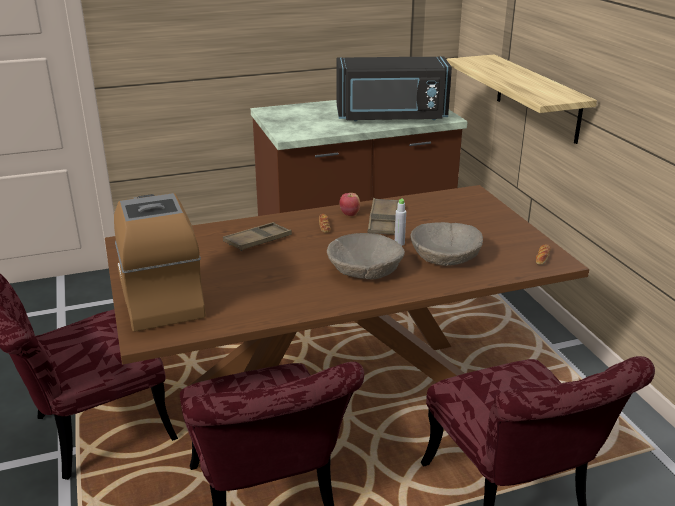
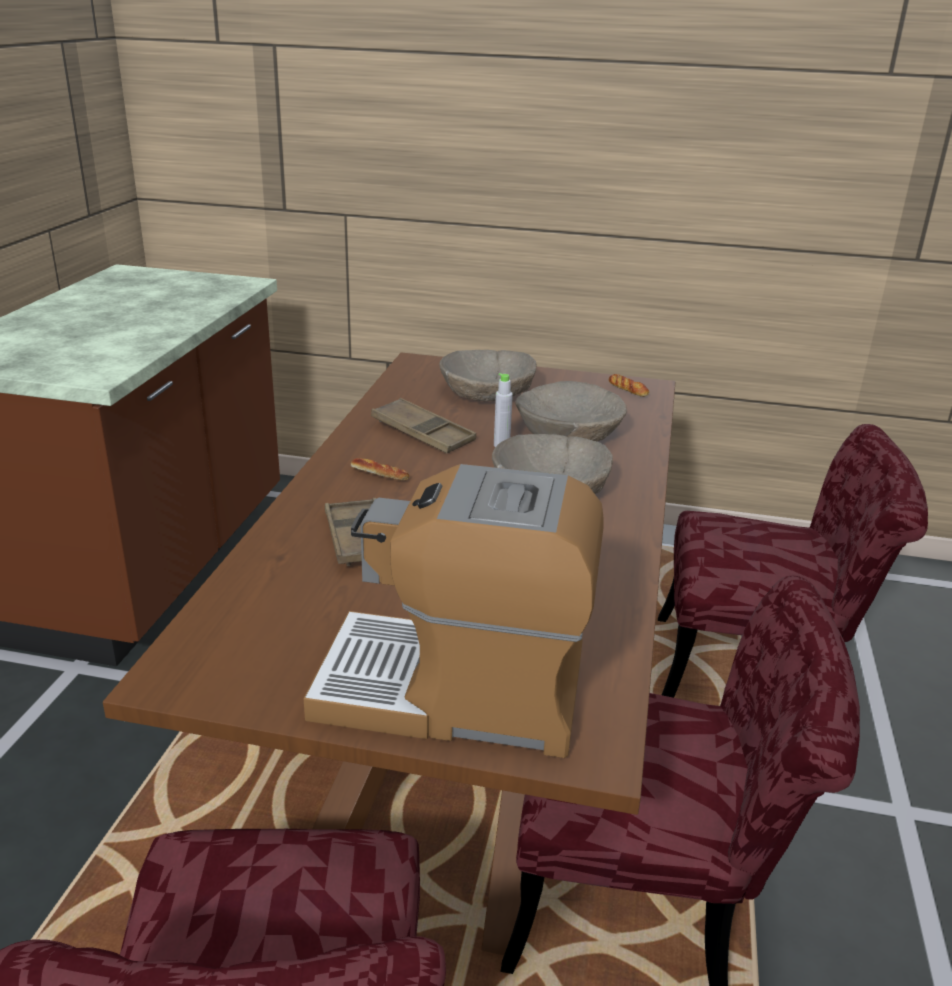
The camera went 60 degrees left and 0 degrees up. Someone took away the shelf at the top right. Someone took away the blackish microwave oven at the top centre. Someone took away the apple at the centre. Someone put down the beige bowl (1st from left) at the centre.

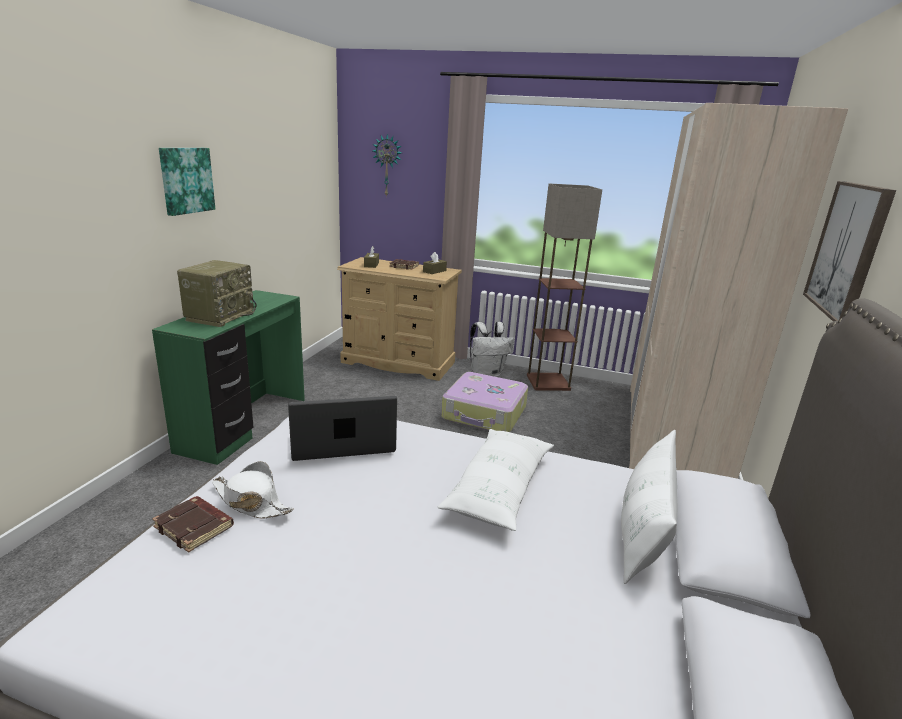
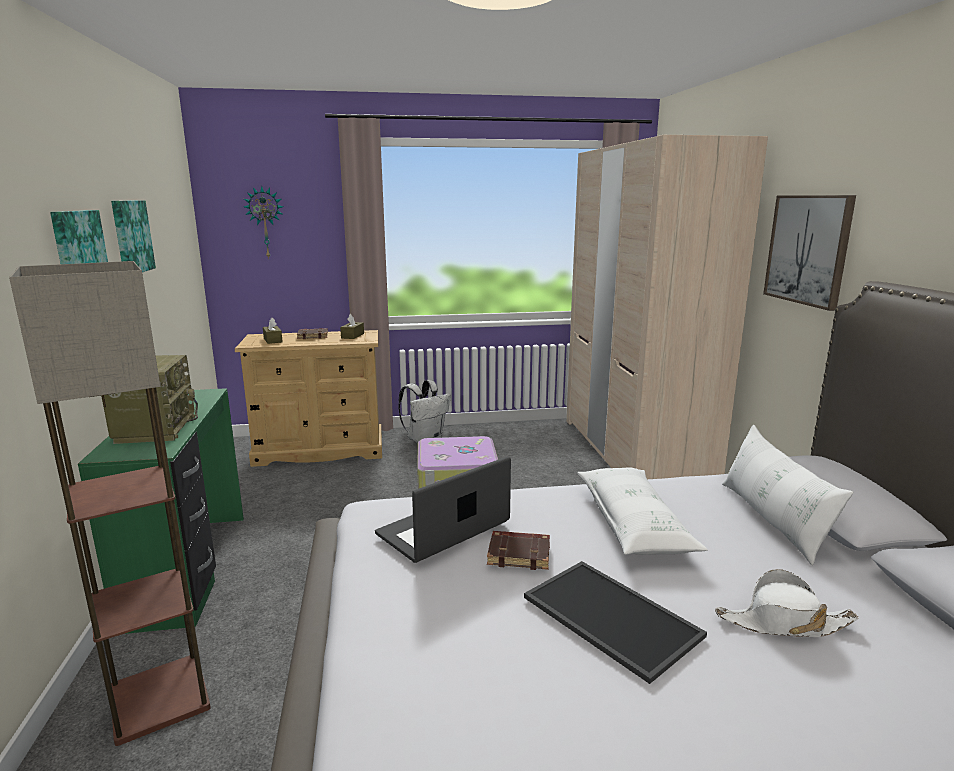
The camera went 25 degrees left and 5 degrees down. Someone carried the standard lamp from the centre to the middle left. Someone carried the white-coloured hat from the bottom left to the bottom right. Someone carried the brownish bound book (1st from left in the first image) from the bottom left to the bottom centre. Someone put up the wall picture (2nd from left) at the top left. Someone put down the serving tray at the bottom centre.

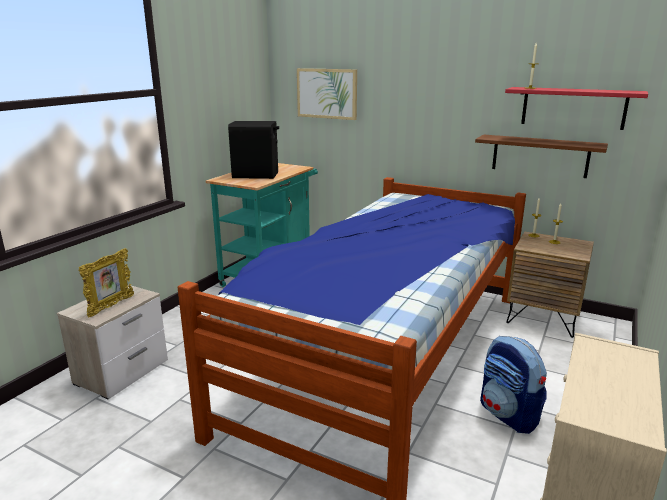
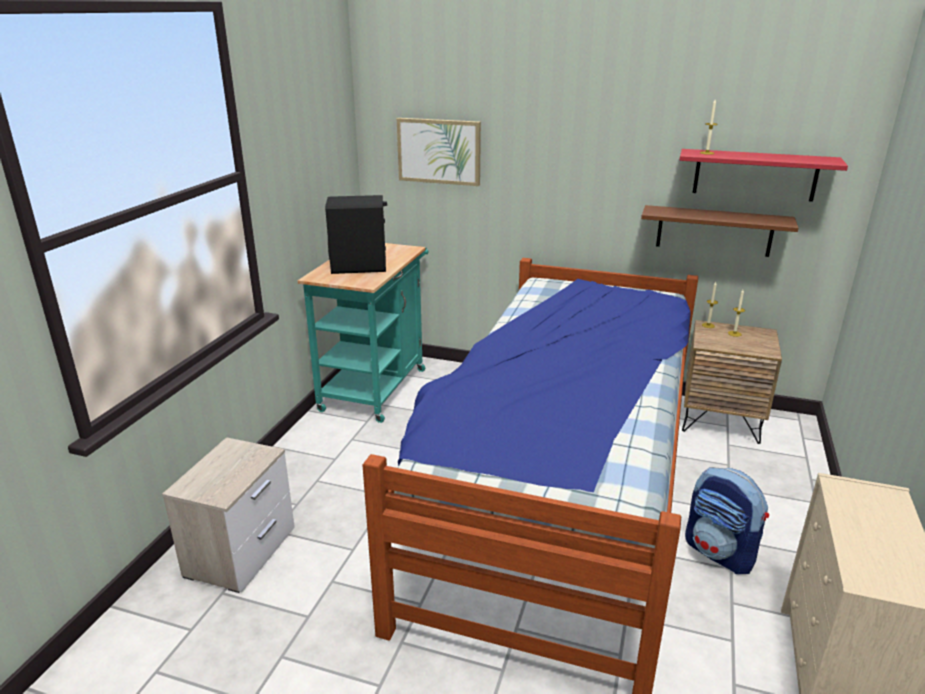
The camera went 10 degrees left and 5 degrees up. Someone took away the standing frame at the middle left.

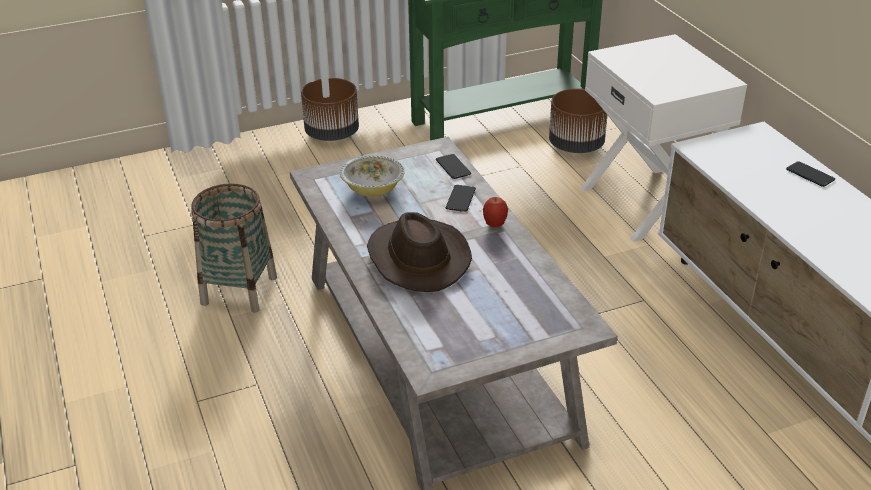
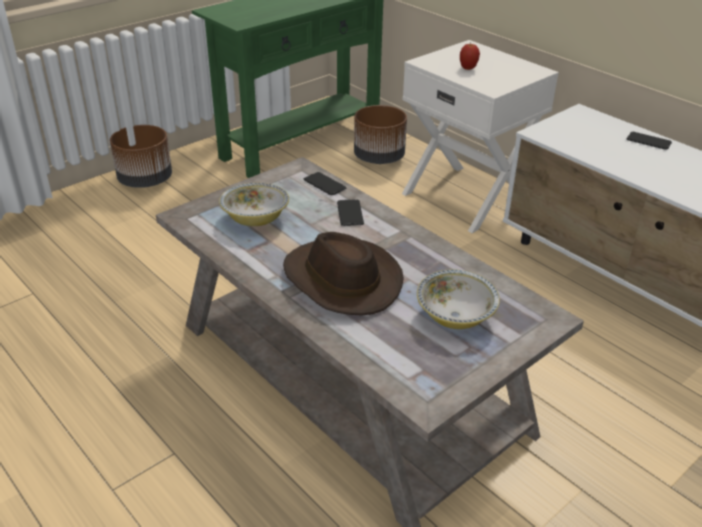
The camera went 20 degrees left and 0 degrees up. Someone took away the basket at the middle left. Someone carried the apple from the centre to the top right. Someone put down the bowl (2nd from left) at the centre.

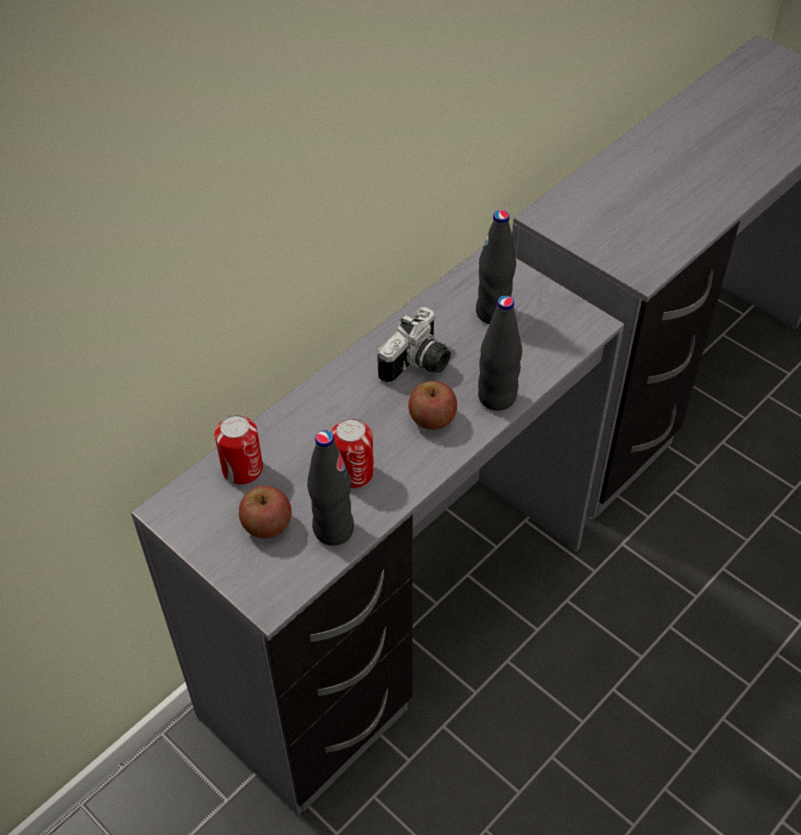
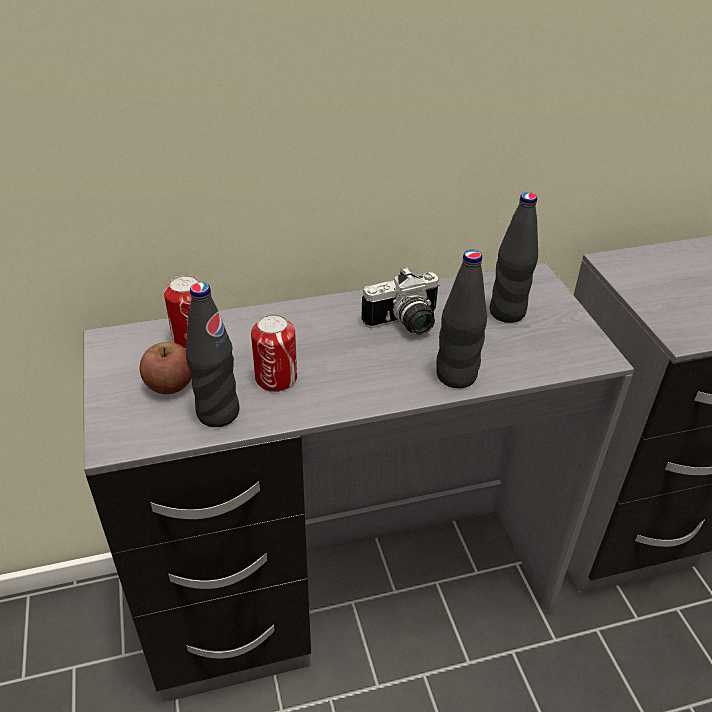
The camera went 30 degrees right and 10 degrees down. Someone took away the apple (2nd from left) at the centre.

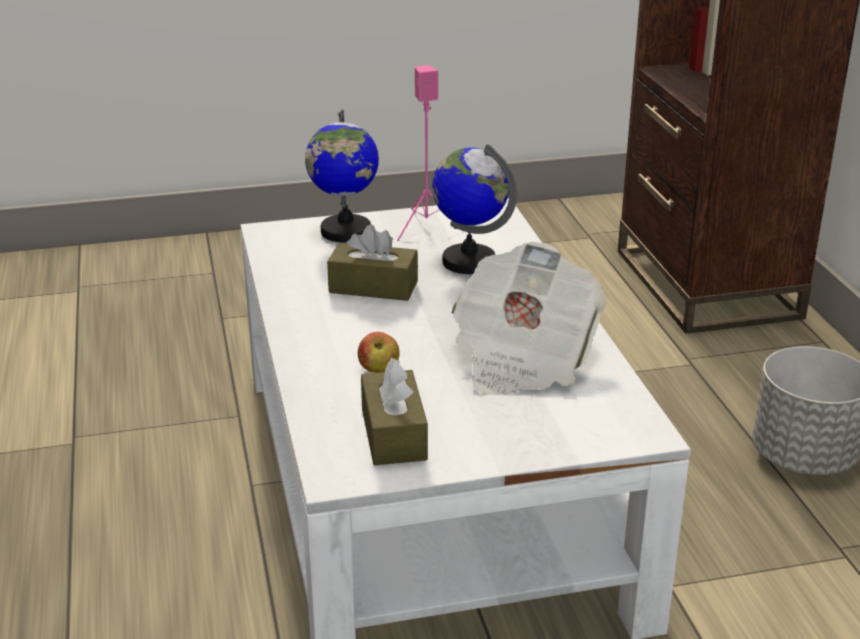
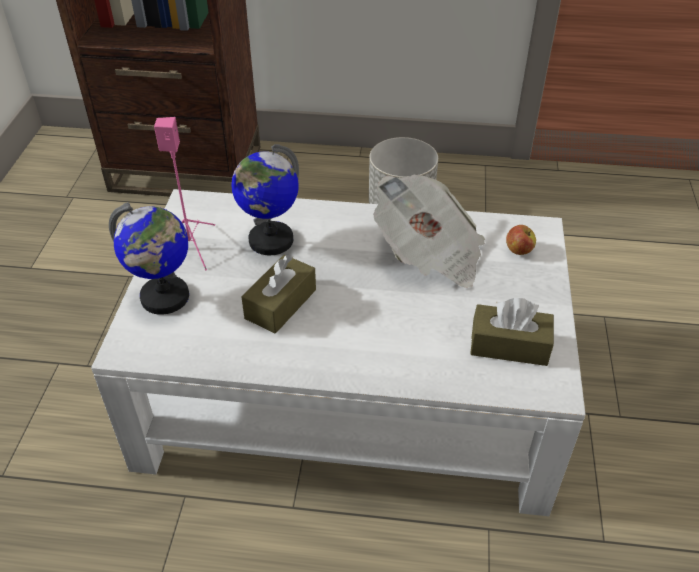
The camera went 70 degrees left and 15 degrees up. Someone carried the apple from the centre to the middle right.

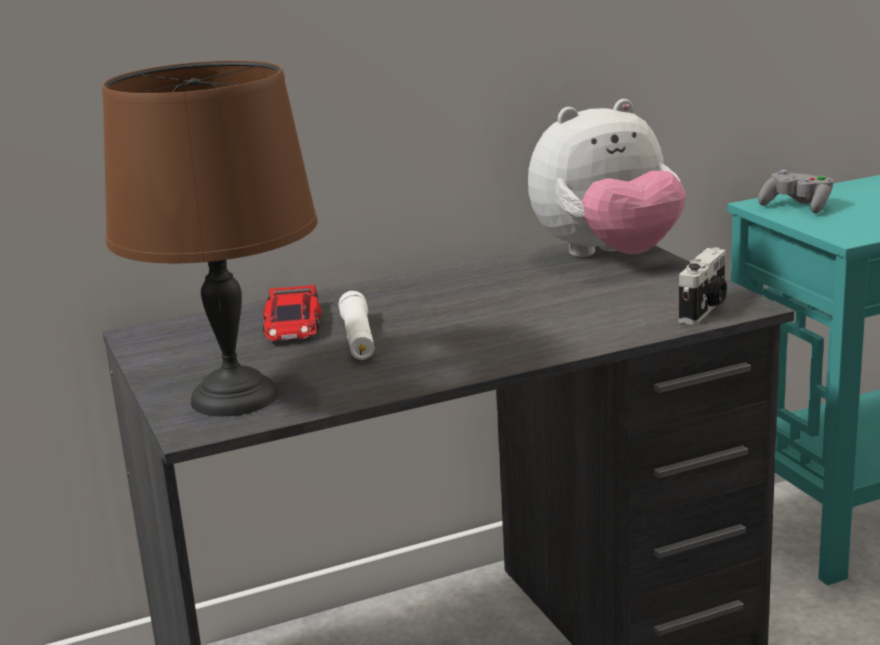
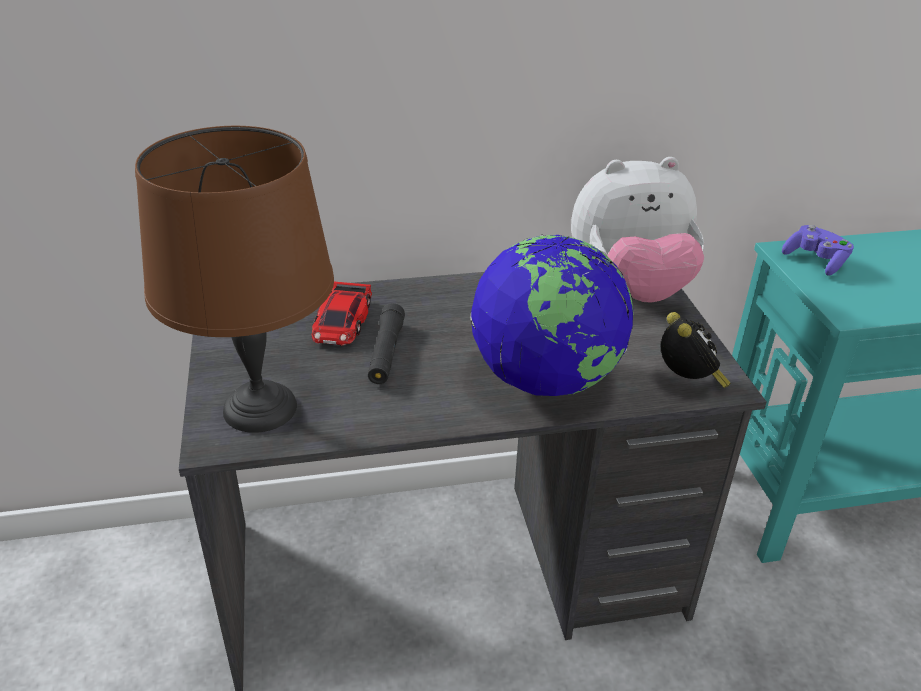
The camera went 10 degrees right and 15 degrees up. Someone repainted the gray game controller at the top right, which became the purplish game controller at the middle right. Someone swapped the photo camera at the middle right for the table clock at the middle right. Someone repainted the white-coloured hand torch at the centre, which became the blackish hand torch at the centre. Someone put down the globe at the centre.

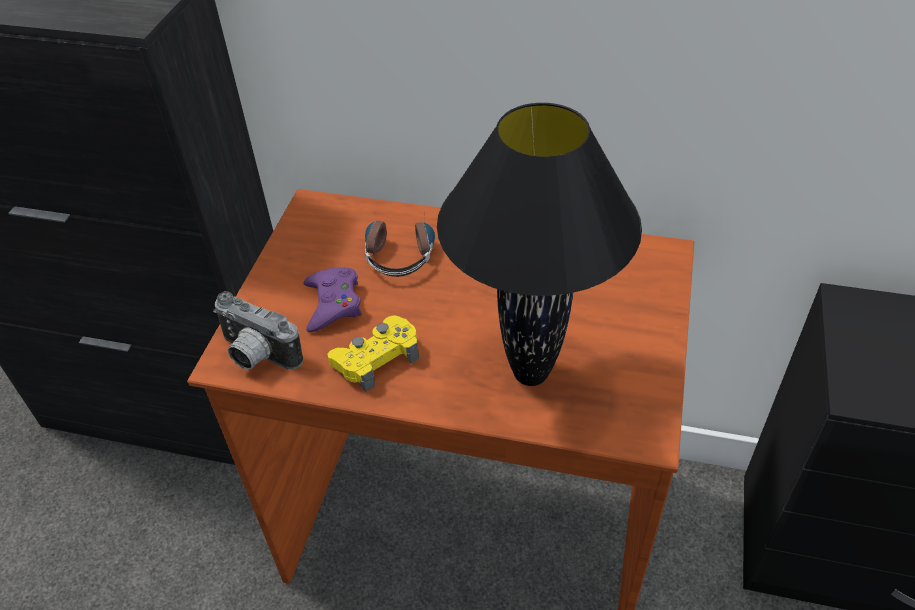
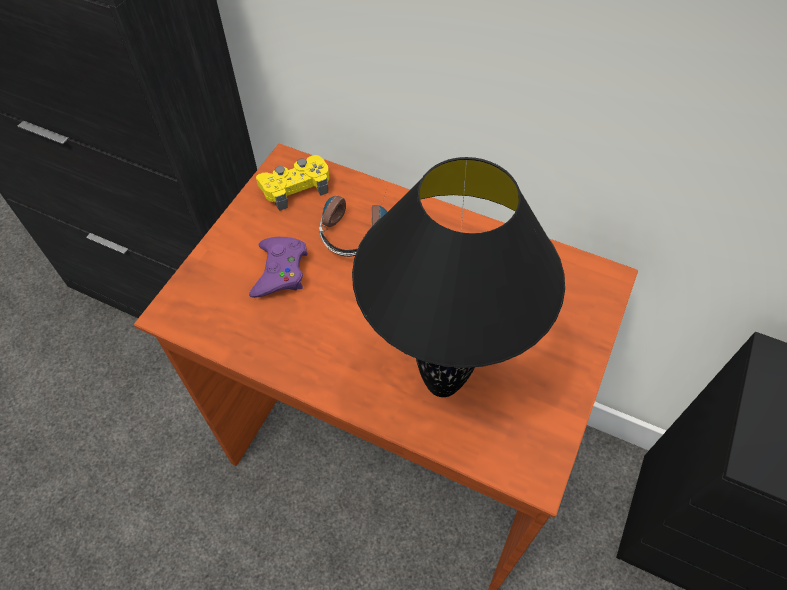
The camera went 10 degrees right and 10 degrees up. Someone took away the photo camera at the middle left. Someone carried the yellowish game controller from the centre to the top centre.

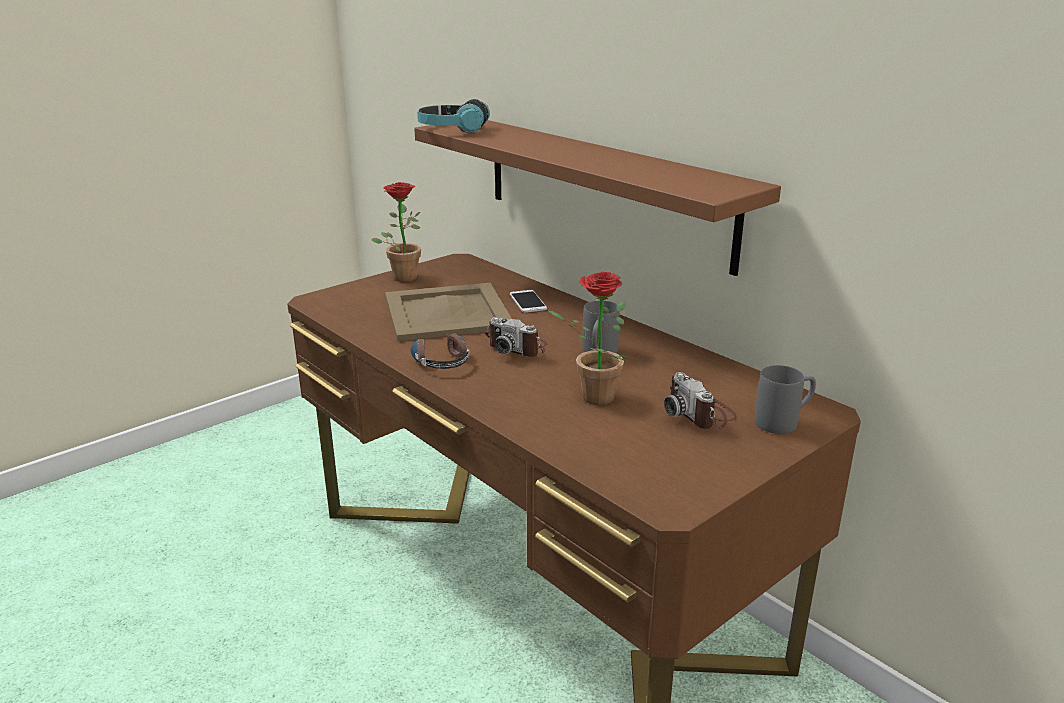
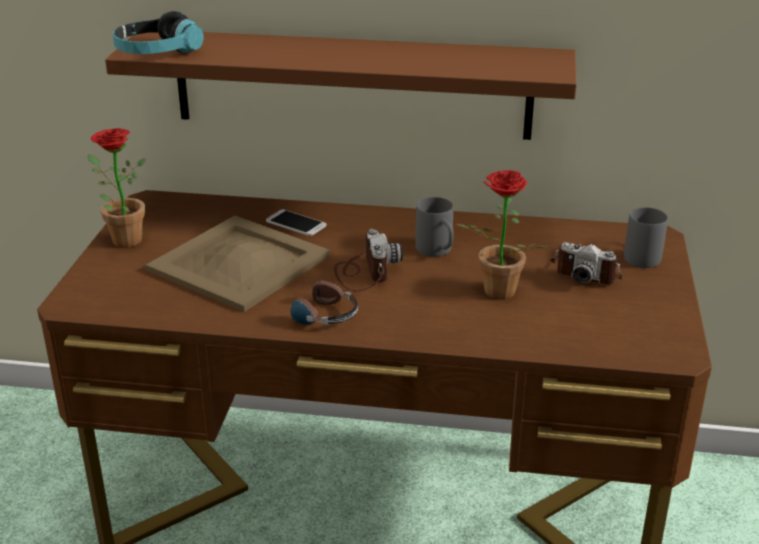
The camera went 40 degrees left and 5 degrees up. Someone rotated the photo camera (1st from left) at the centre by 90 degrees counterclockwise.

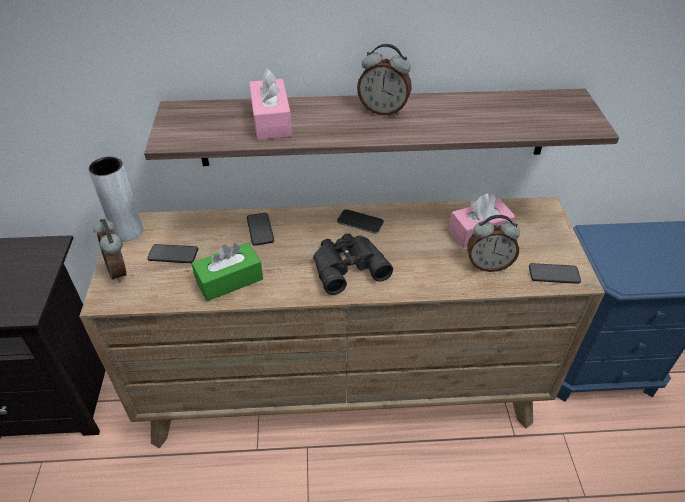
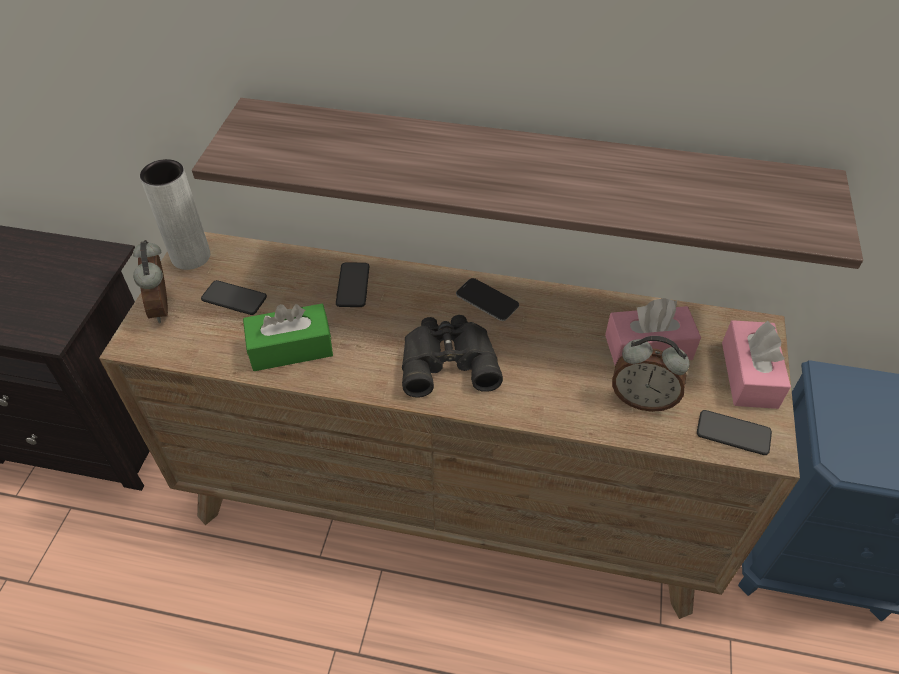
The camera went 15 degrees right and 5 degrees up. Someone took away the table clock (2nd from left) at the top centre. Someone carried the pinkish box of tissues (1st from left in the first image) from the top centre to the middle right.

